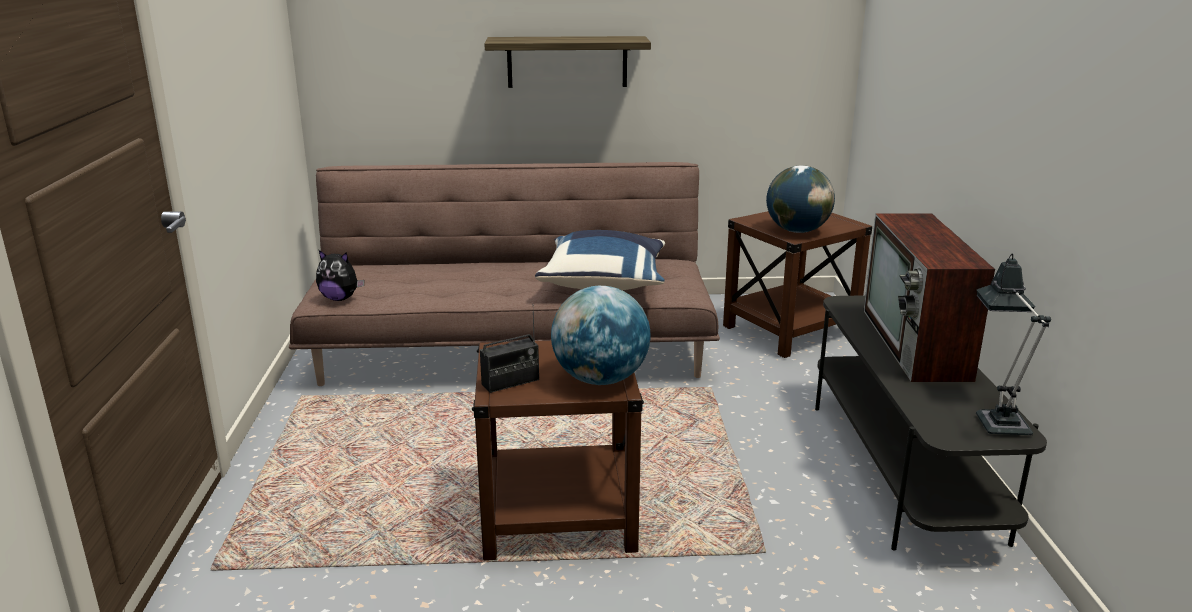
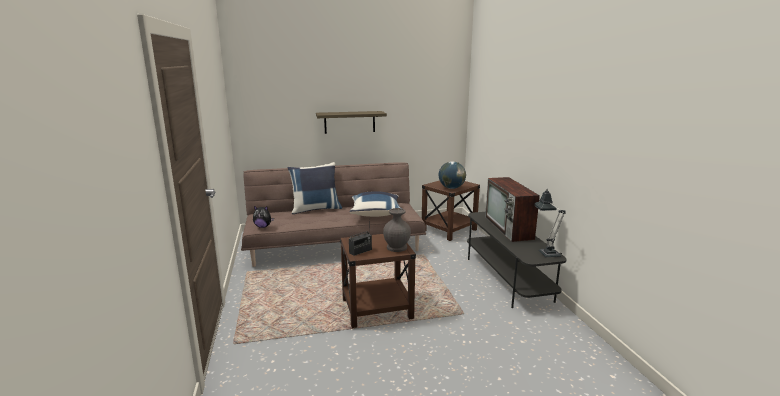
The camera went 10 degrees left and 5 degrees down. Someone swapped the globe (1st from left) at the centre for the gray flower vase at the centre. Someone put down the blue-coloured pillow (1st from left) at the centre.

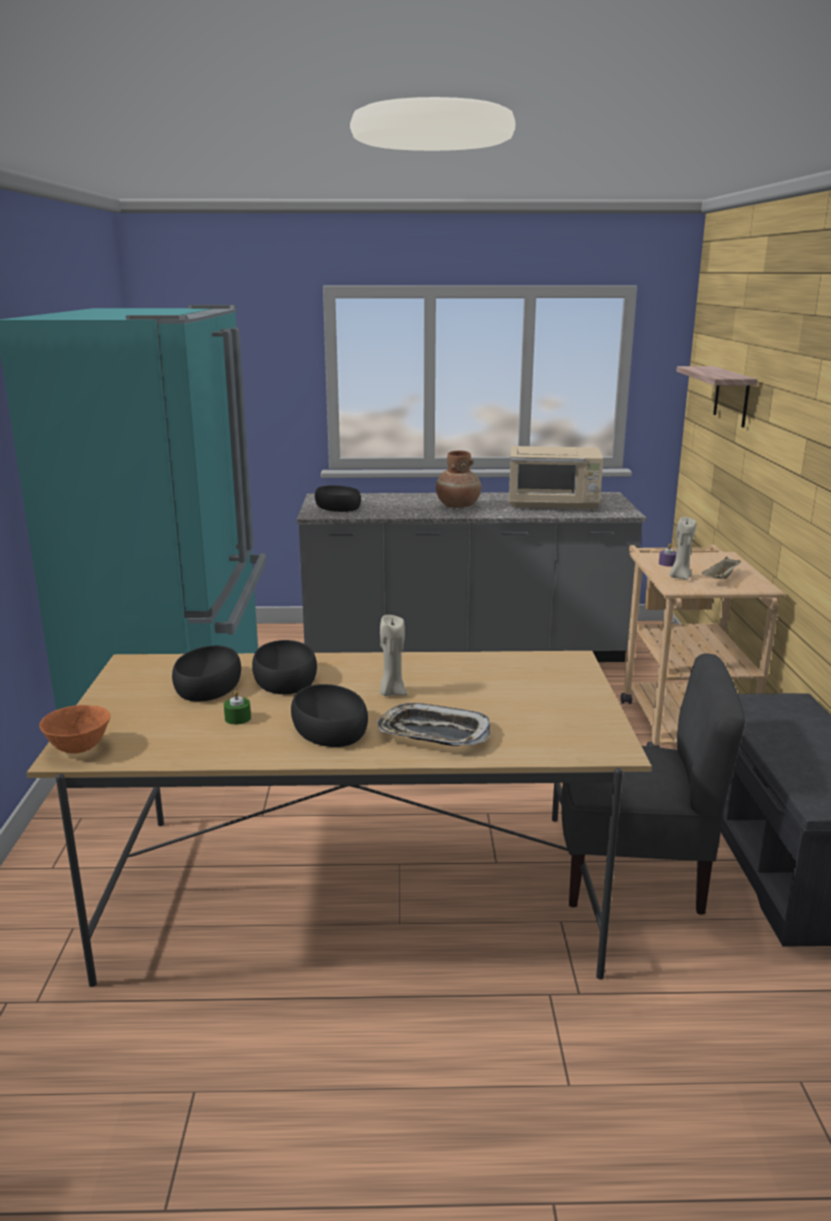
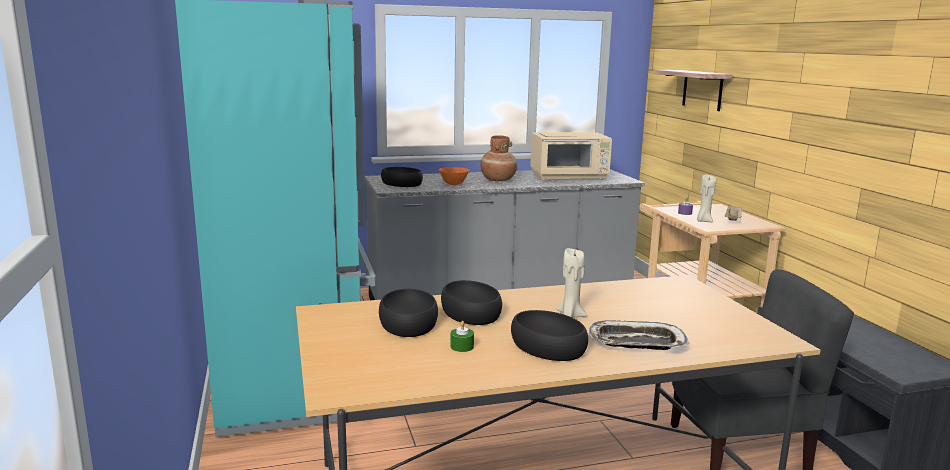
The camera went 15 degrees left and 5 degrees down. Someone carried the orangey bowl from the middle left to the centre.

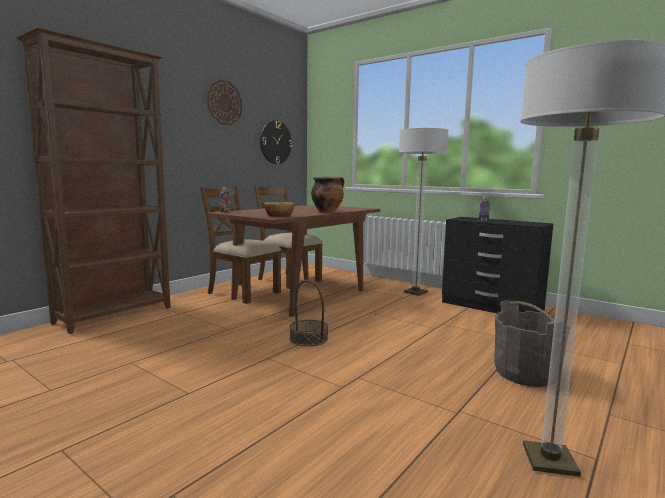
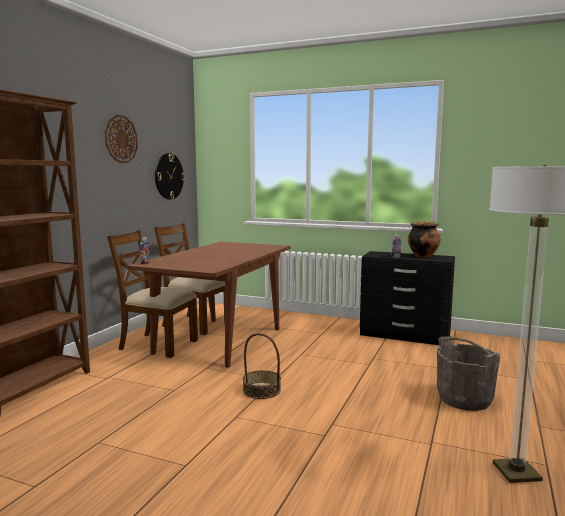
The camera went 15 degrees left and 0 degrees up. Someone took away the standard lamp (1st from left) at the centre. Someone carried the stockpot from the centre to the middle right. Someone took away the bowl at the centre.

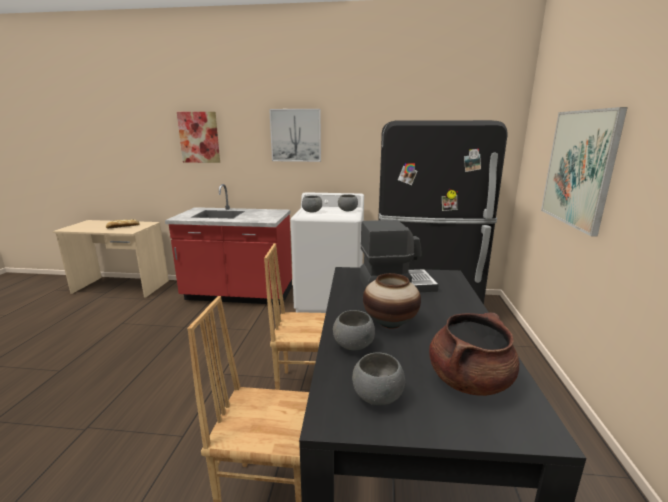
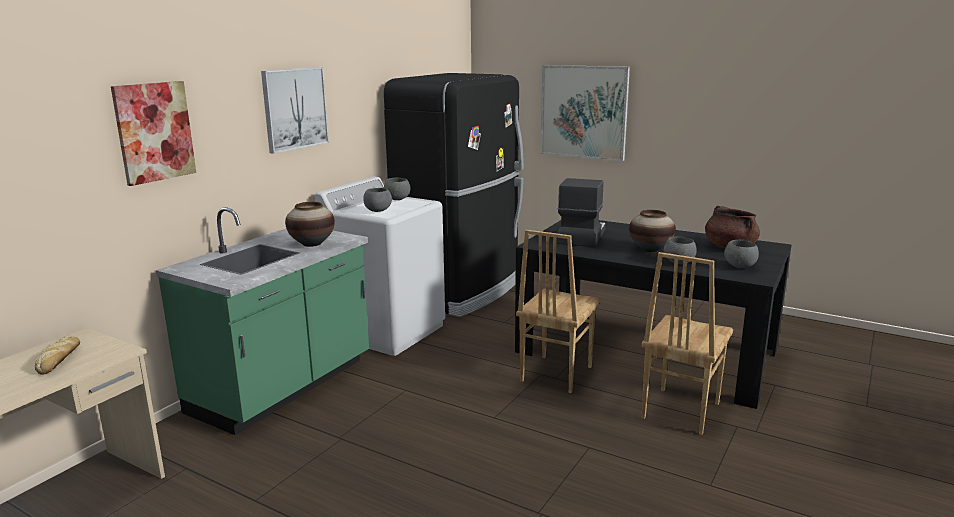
The camera went 65 degrees left and 0 degrees up. Someone repainted the red kitchen counter at the centre, which became the greenish kitchen counter at the middle left. Someone put down the flower vase (1st from left) at the middle left.

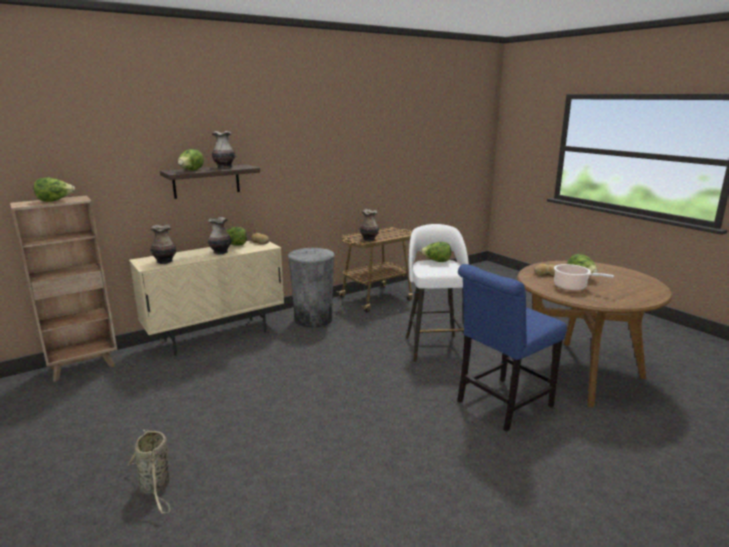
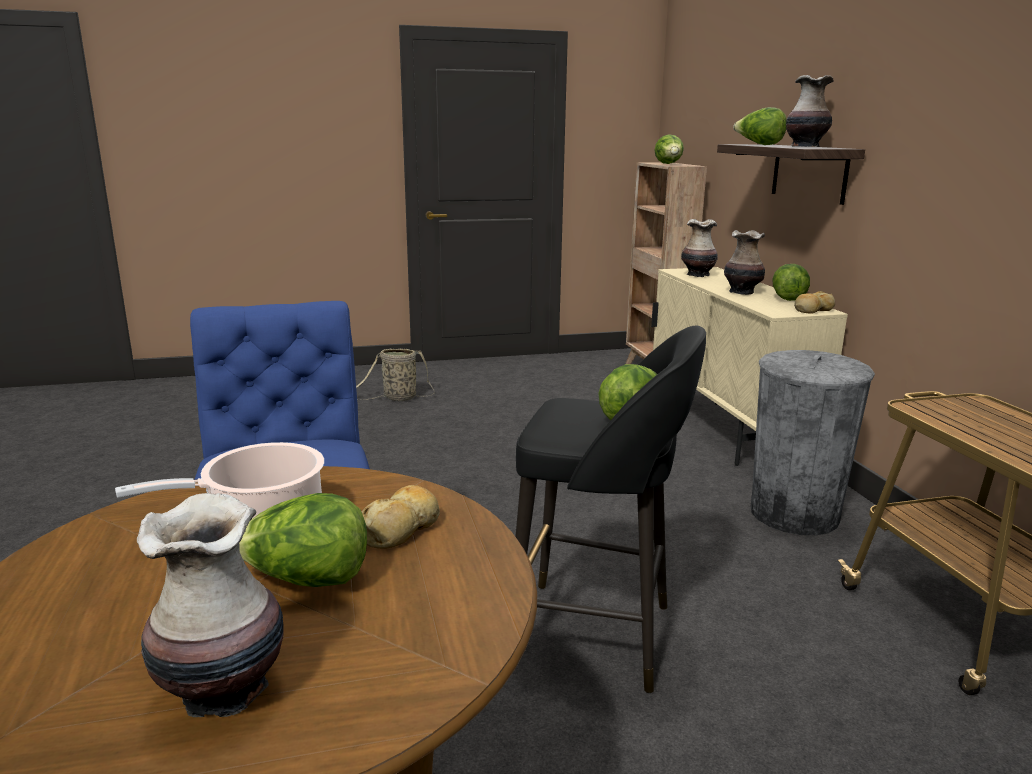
The camera went 110 degrees right and 0 degrees up. Someone carried the flower vase (4th from left in the first image) from the centre to the bottom left. Someone repainted the white-coloured sitting stool at the centre, which became the blackish sitting stool at the centre.

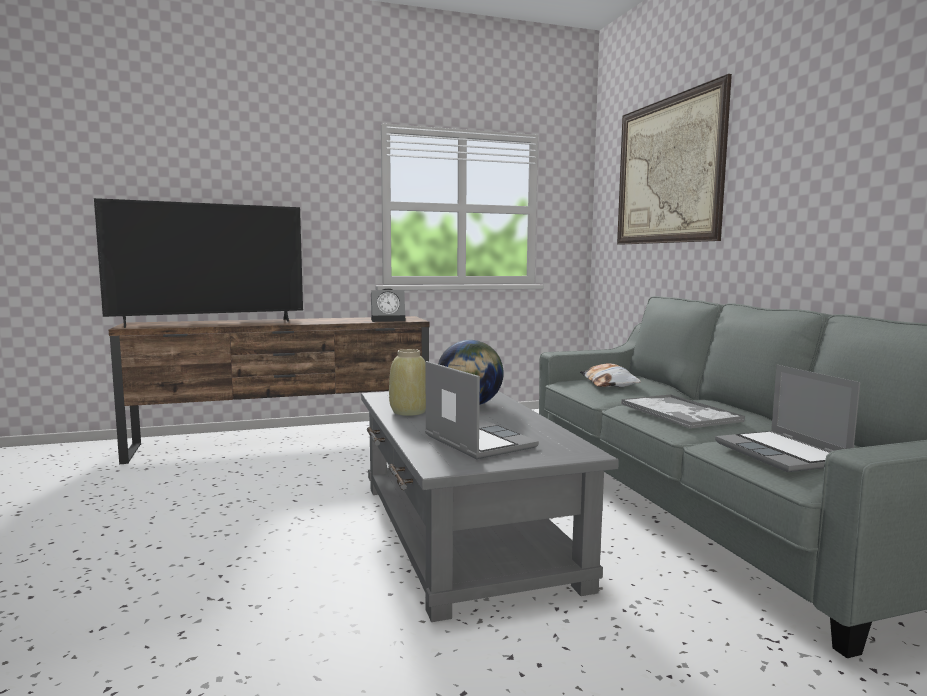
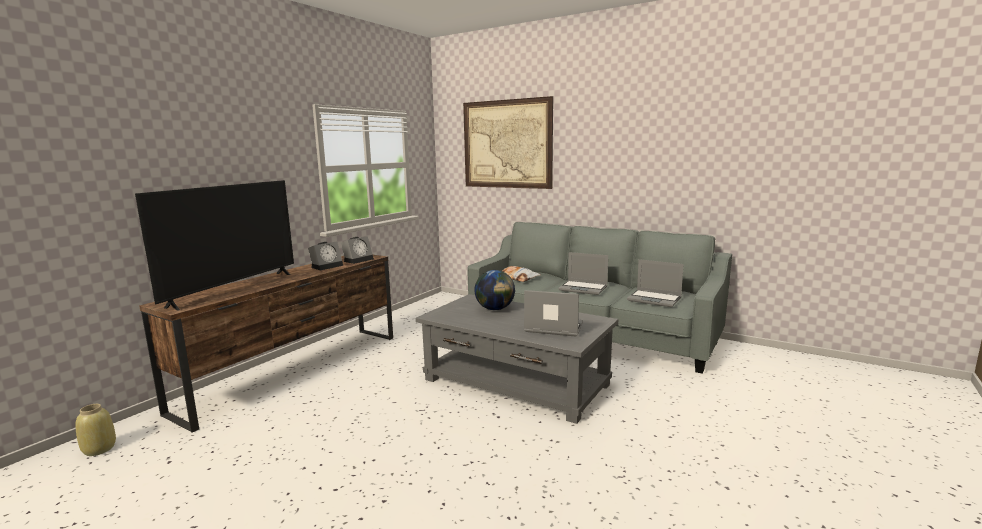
The camera went 40 degrees left and 5 degrees up. Someone carried the beige flower vase from the centre to the bottom left. Someone swapped the serving tray at the middle right for the laptop (2nd from left) at the centre. Someone put down the table clock (1st from left) at the middle left.

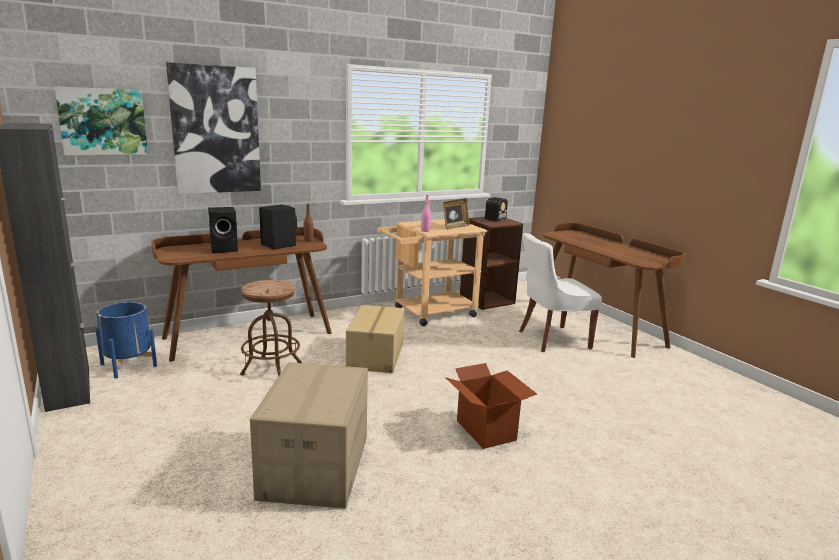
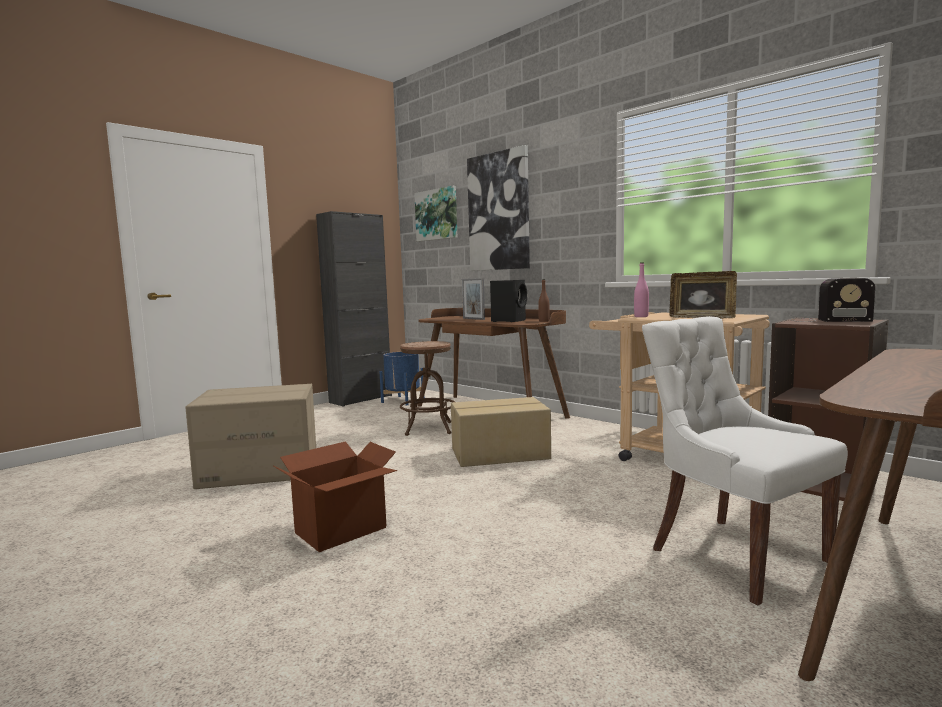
The camera went 75 degrees right and 10 degrees down. Someone swapped the blackish speaker (1st from left) at the middle left for the standing frame (1st from left) at the centre.

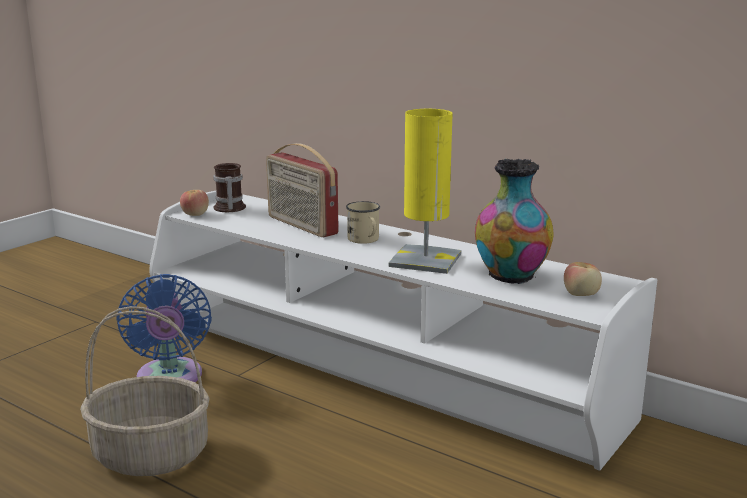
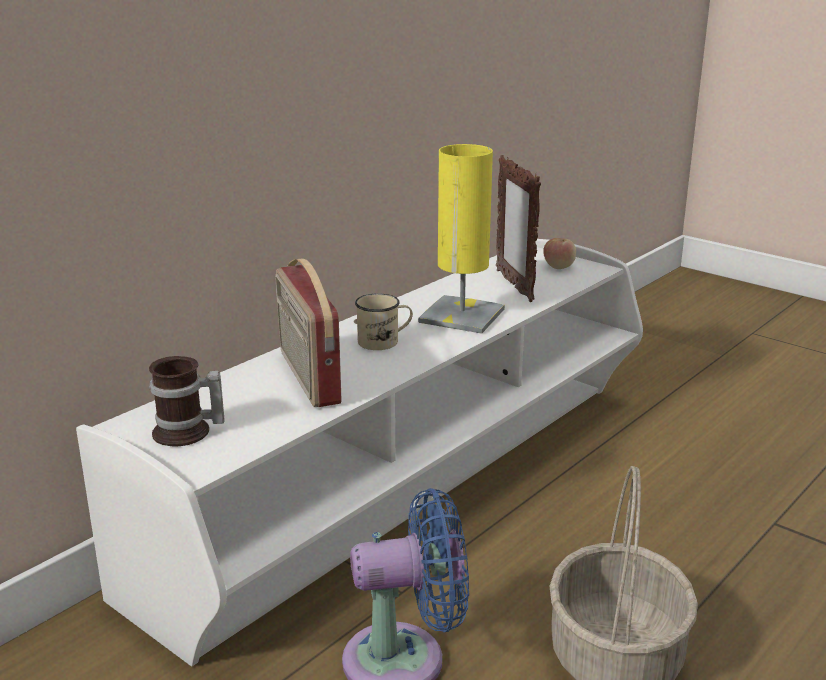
The camera went 85 degrees left and 5 degrees up. Someone rotated the radio receiver at the centre by 105 degrees clockwise. Someone swapped the flower vase at the middle right for the standing frame at the centre. Someone took away the apple (1st from left) at the middle left.

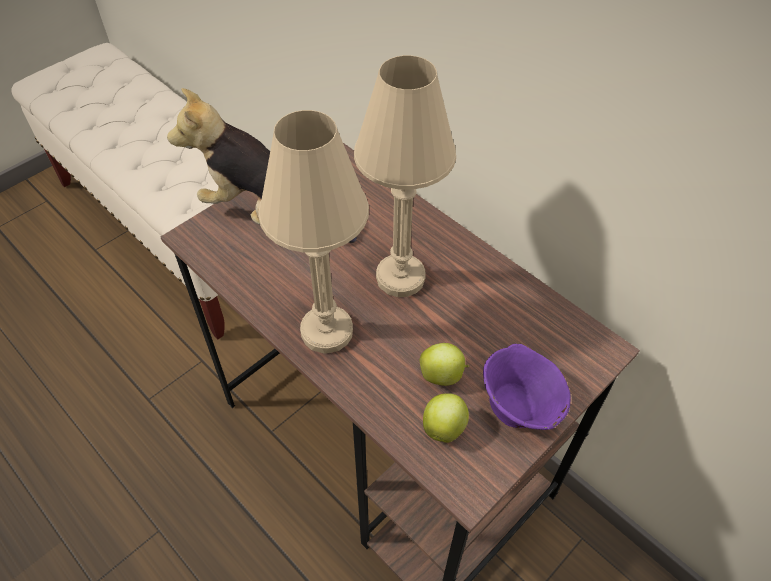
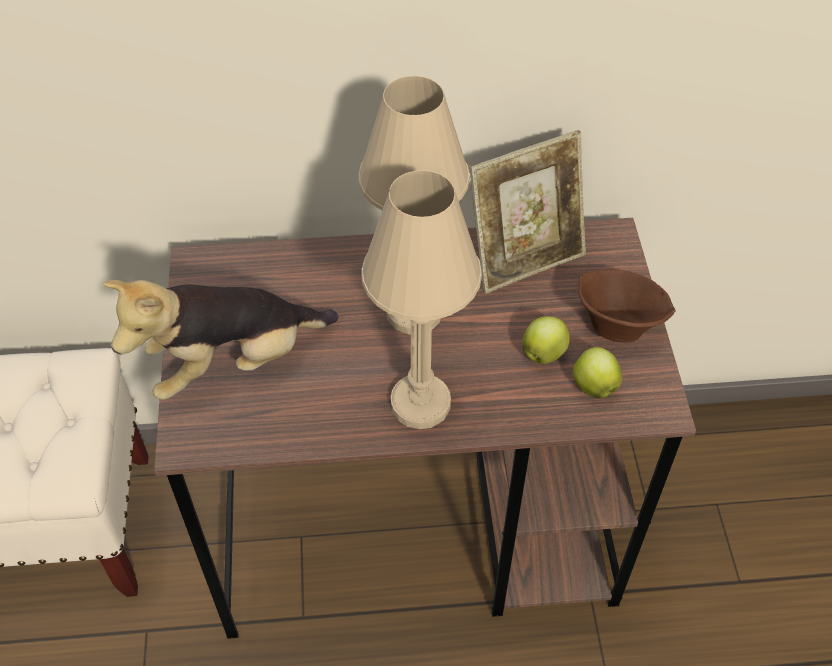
The camera went 50 degrees left and 0 degrees up. Someone repainted the purplish bowl at the middle right, which became the brownish bowl at the middle right. Someone put down the standing frame at the top centre.

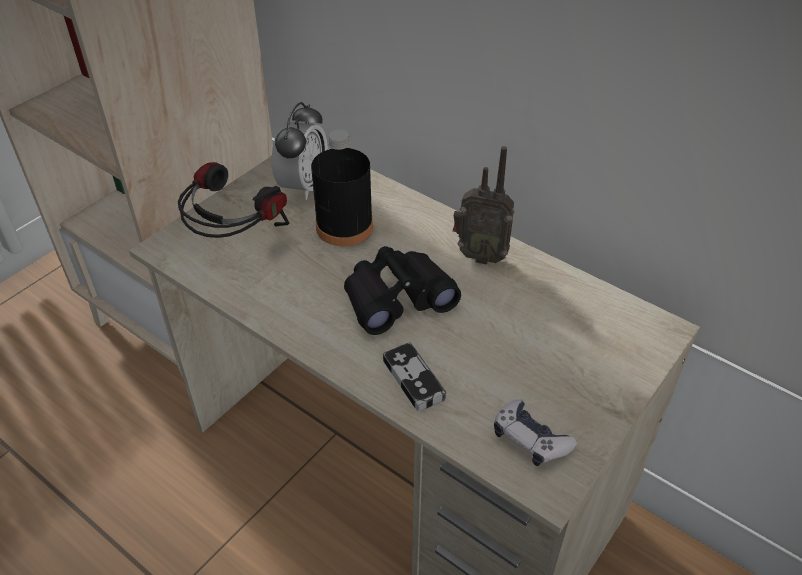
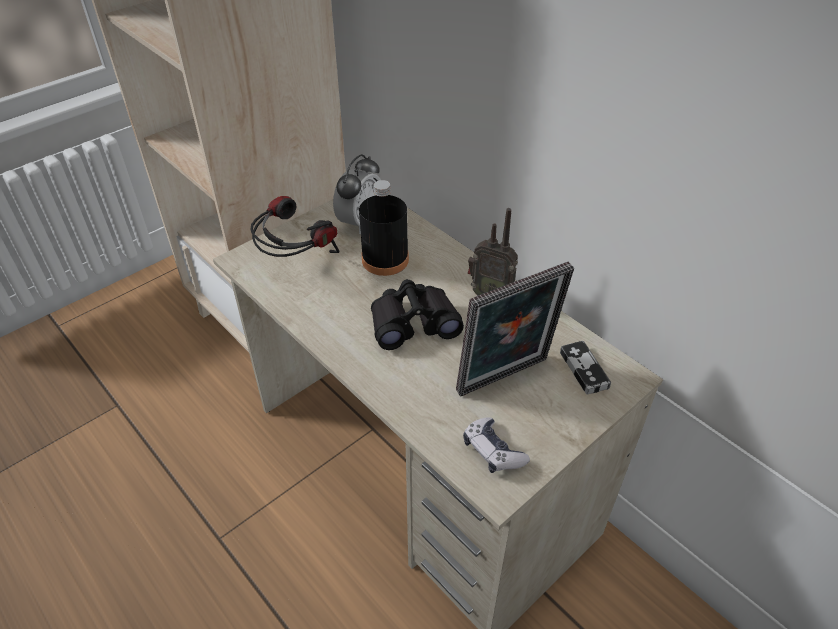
The camera went 10 degrees right and 0 degrees up. Someone carried the game controller (1st from left in the first image) from the centre to the middle right. Someone put down the standing frame at the centre.

